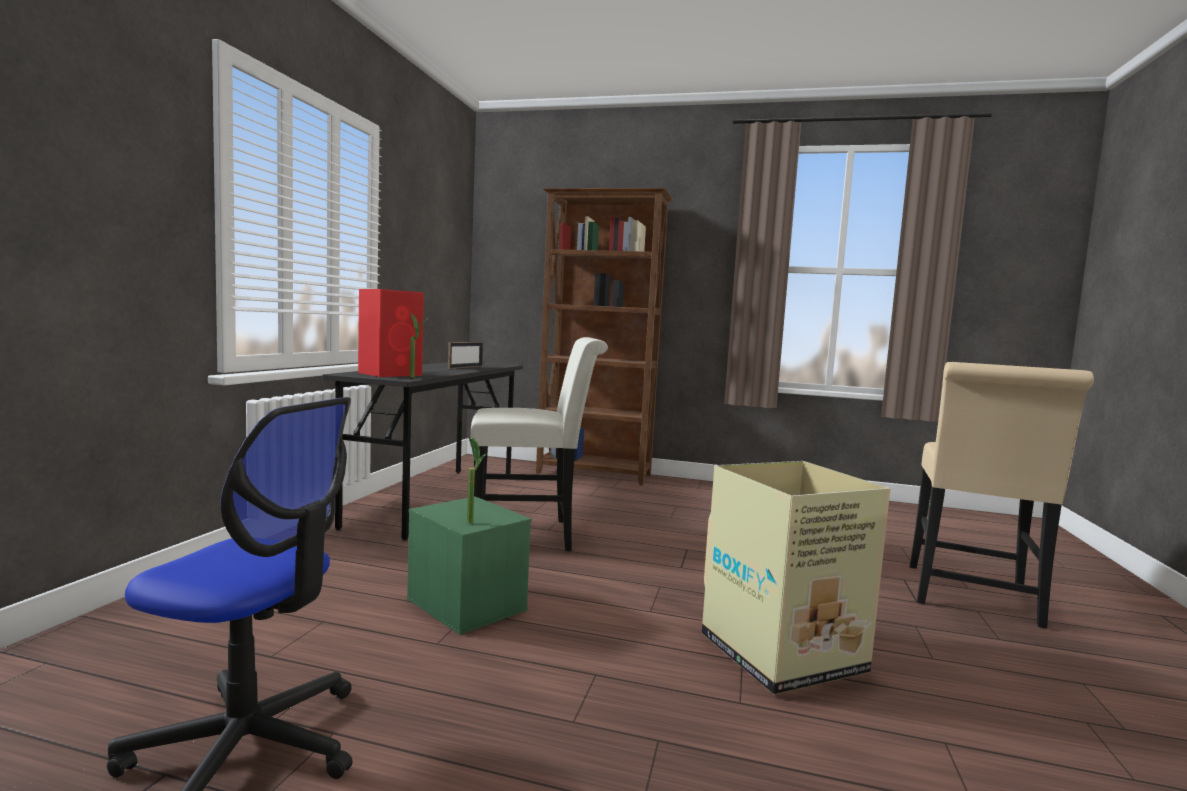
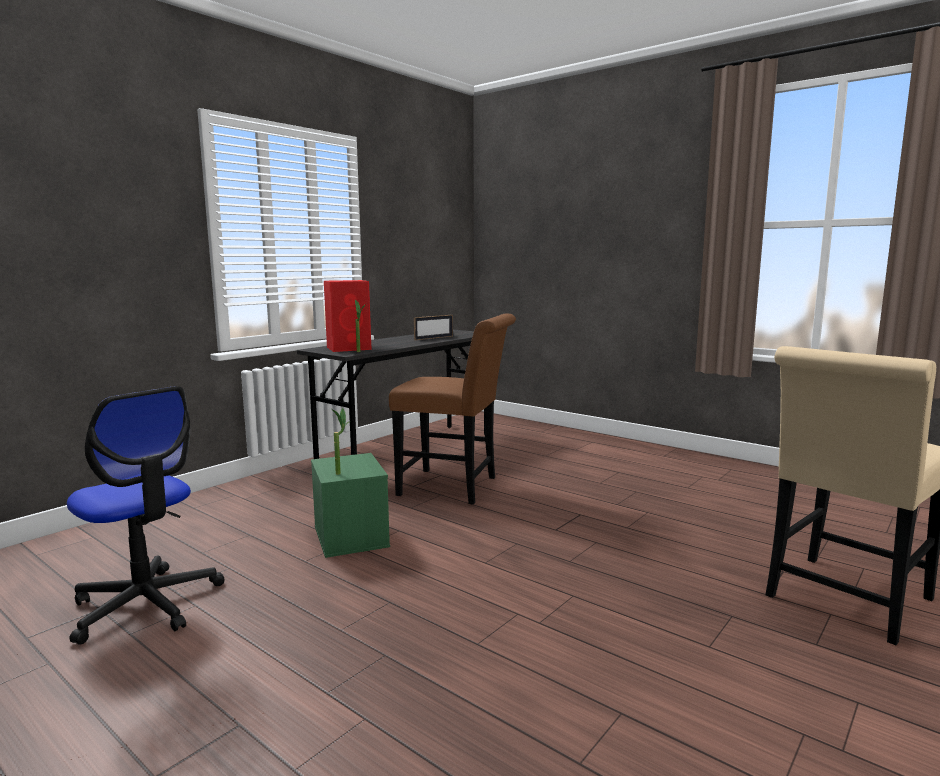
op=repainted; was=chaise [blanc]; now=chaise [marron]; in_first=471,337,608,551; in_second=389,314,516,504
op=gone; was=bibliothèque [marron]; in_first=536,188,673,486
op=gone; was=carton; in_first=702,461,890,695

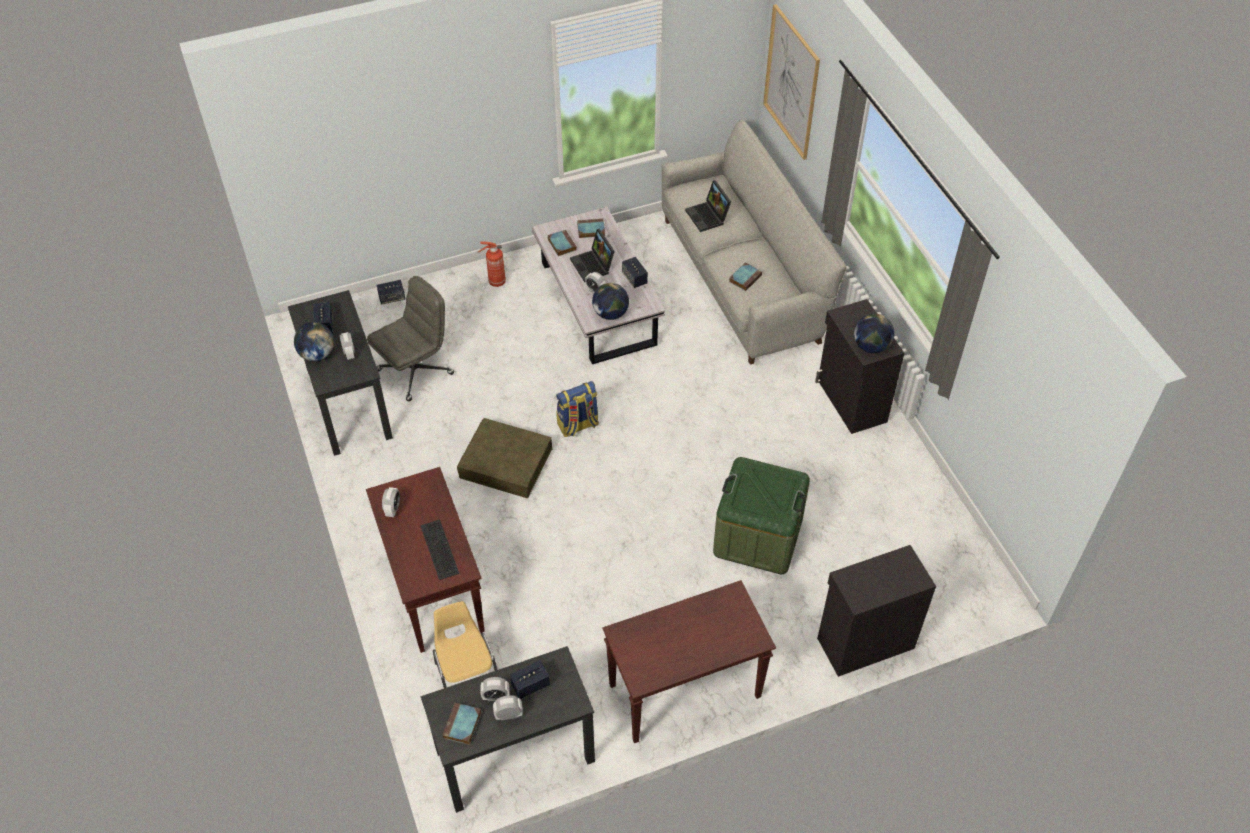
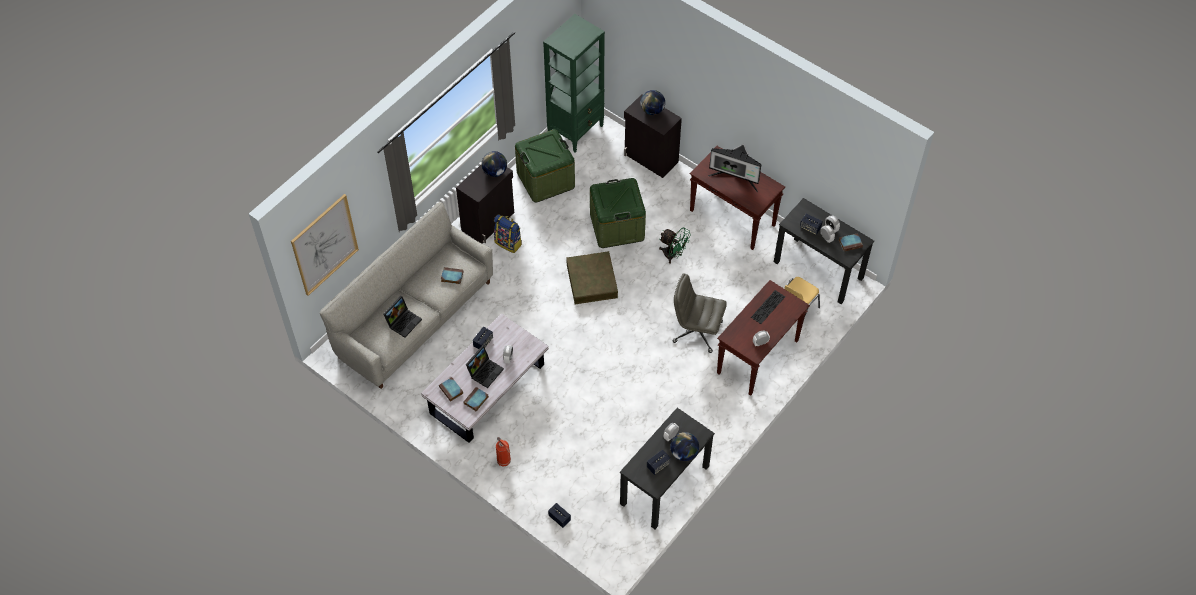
op=shifted; was=chaise de bureau [gris]; in_first=367,276,454,401; in_second=672,273,727,353
op=shifted; was=boîte de rangement [marron]; in_first=457,418,552,499; in_second=566,251,618,304
op=shifted; was=sac à dos; in_first=556,381,599,437; in_second=494,214,522,253
op=shifted; was=globe; in_first=592,283,629,320; in_second=640,90,665,115
op=new; now=boîte de rangement [vert]; in_second=515,129,575,203
op=new; now=bibliothèque [vert]; in_second=543,14,605,152
op=new; now=ventilateur [vert]; in_second=659,227,691,264
op=new; now=écran d'ordinateur; in_second=708,143,761,192

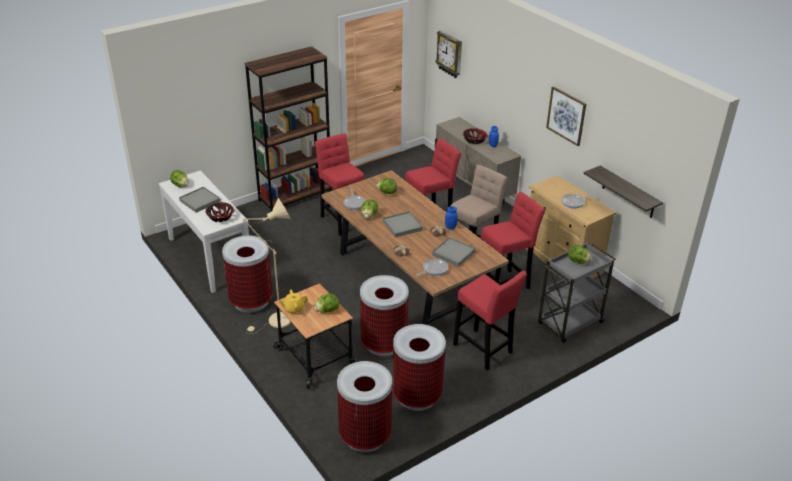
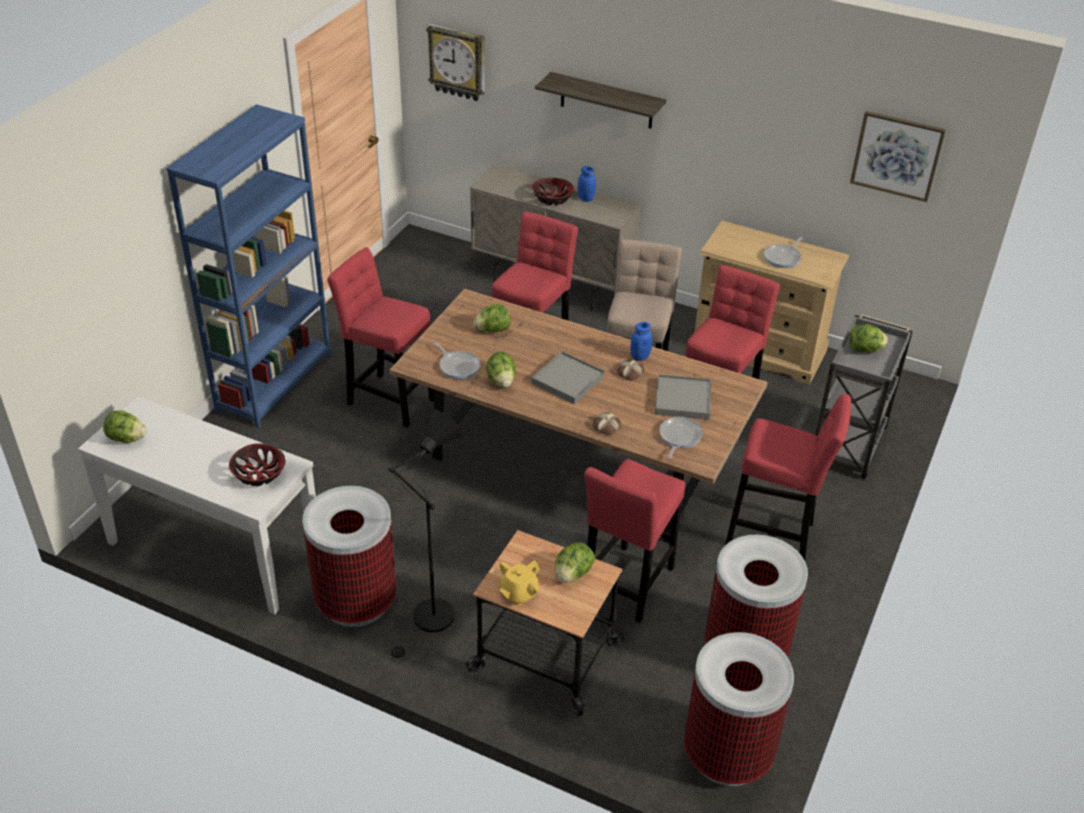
op=gone; was=plateau [gris]; in_first=179,187,221,213
op=repainted; was=lampadaire [beige]; now=lampadaire [noir]; in_first=242,198,291,334; in_second=389,408,464,663
op=repainted; was=bibliothèque [marron]; now=bibliothèque [bleu]; in_first=245,46,332,212; in_second=166,104,331,428
op=swapped; was=poubelle; now=tabouret [rouge]; in_first=360,275,409,357; in_second=584,459,685,623
op=shifted; was=tableau; in_first=546,86,586,146; in_second=850,111,946,202
op=shifted; was=étagère; in_first=583,165,663,218; in_second=535,72,667,129

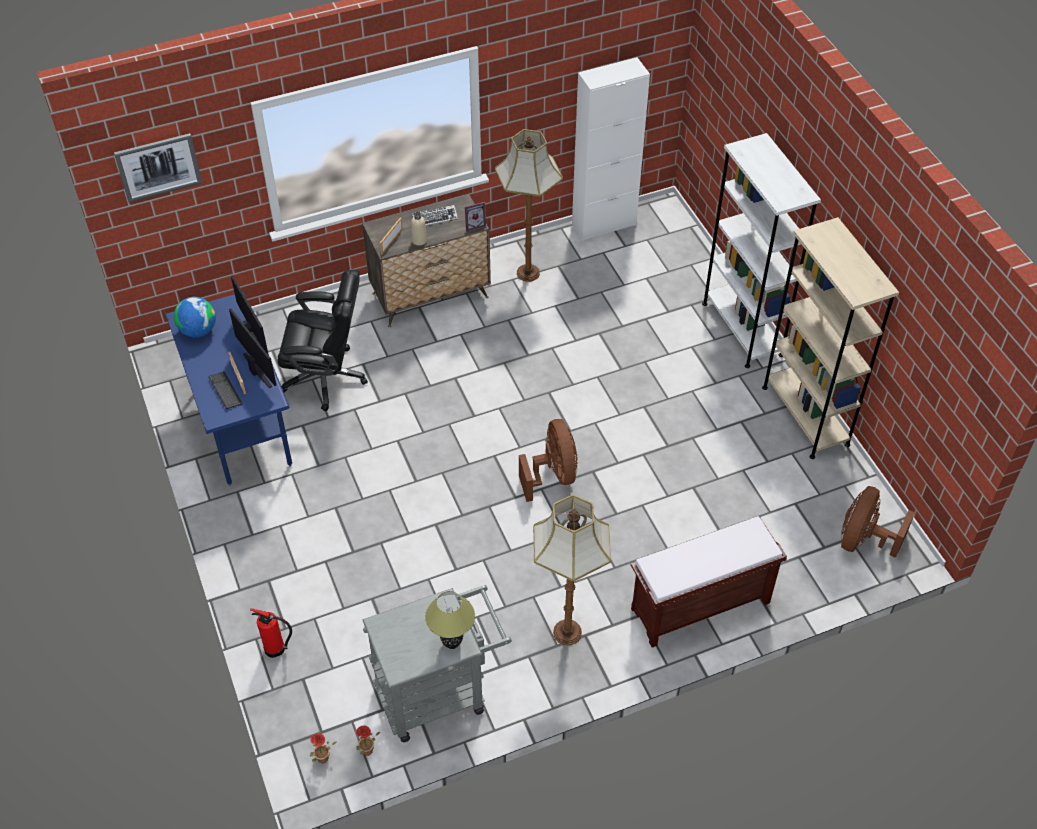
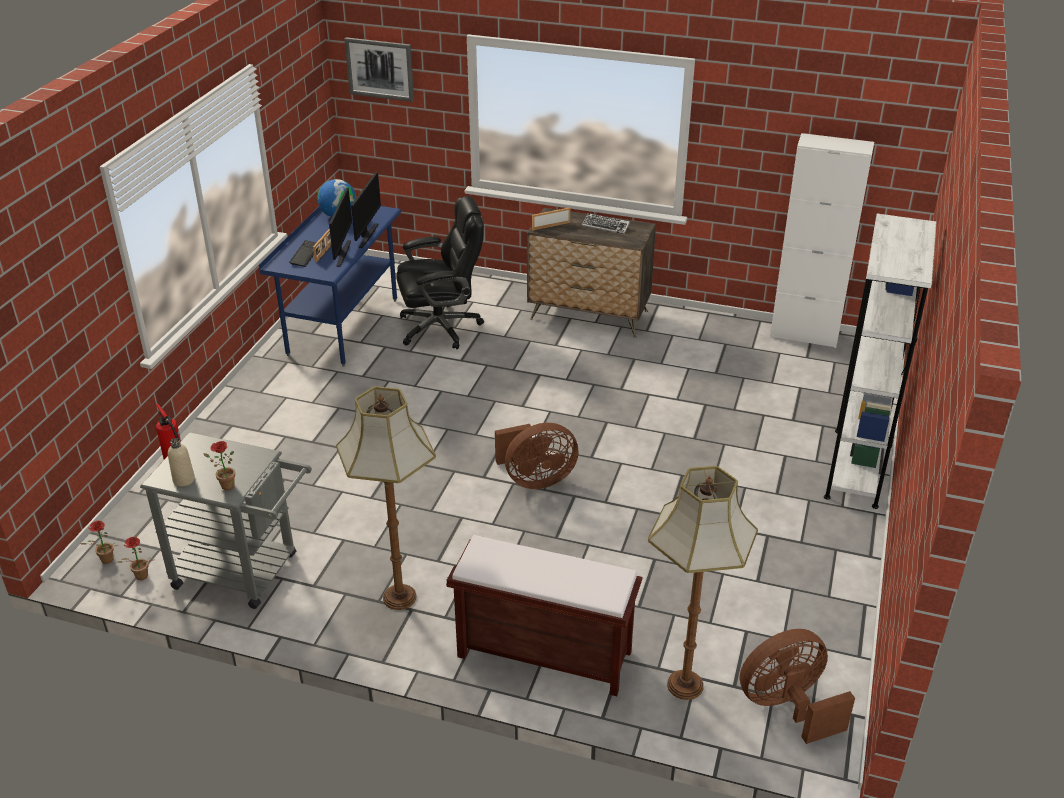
op=rotated; was=chaise de bureau [noir]; in_first=278,270,368,411; in_second=397,196,484,349; clockwise=-60
op=shifted; was=bouteille [beige]; in_first=411,212,427,246; in_second=168,438,195,487
op=swapped; was=lampe de table; now=plante en pot; in_first=425,591,475,649; in_second=203,441,235,490
op=gone; was=cadre photo; in_first=465,202,486,232
op=shifted; was=lampadaire; in_first=495,129,563,282; in_second=648,466,758,700
op=rotated; was=ventilateur [marron]; in_first=519,419,578,502; in_second=495,423,579,489; clockwise=45
op=gone; was=bibliothèque [beige]; in_first=762,217,899,459

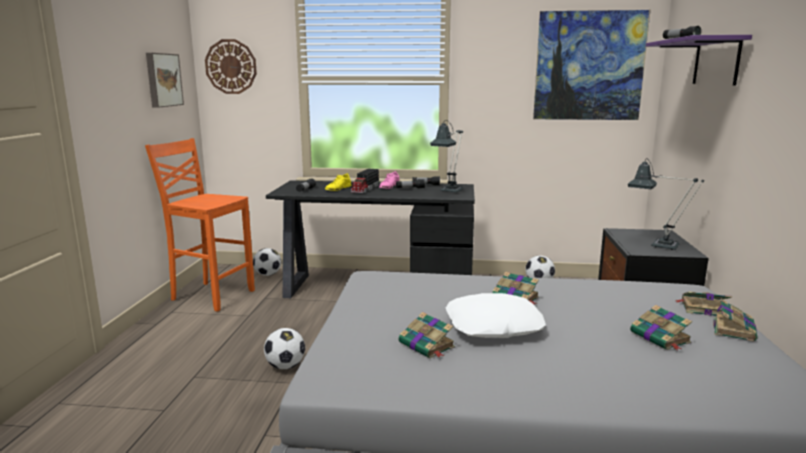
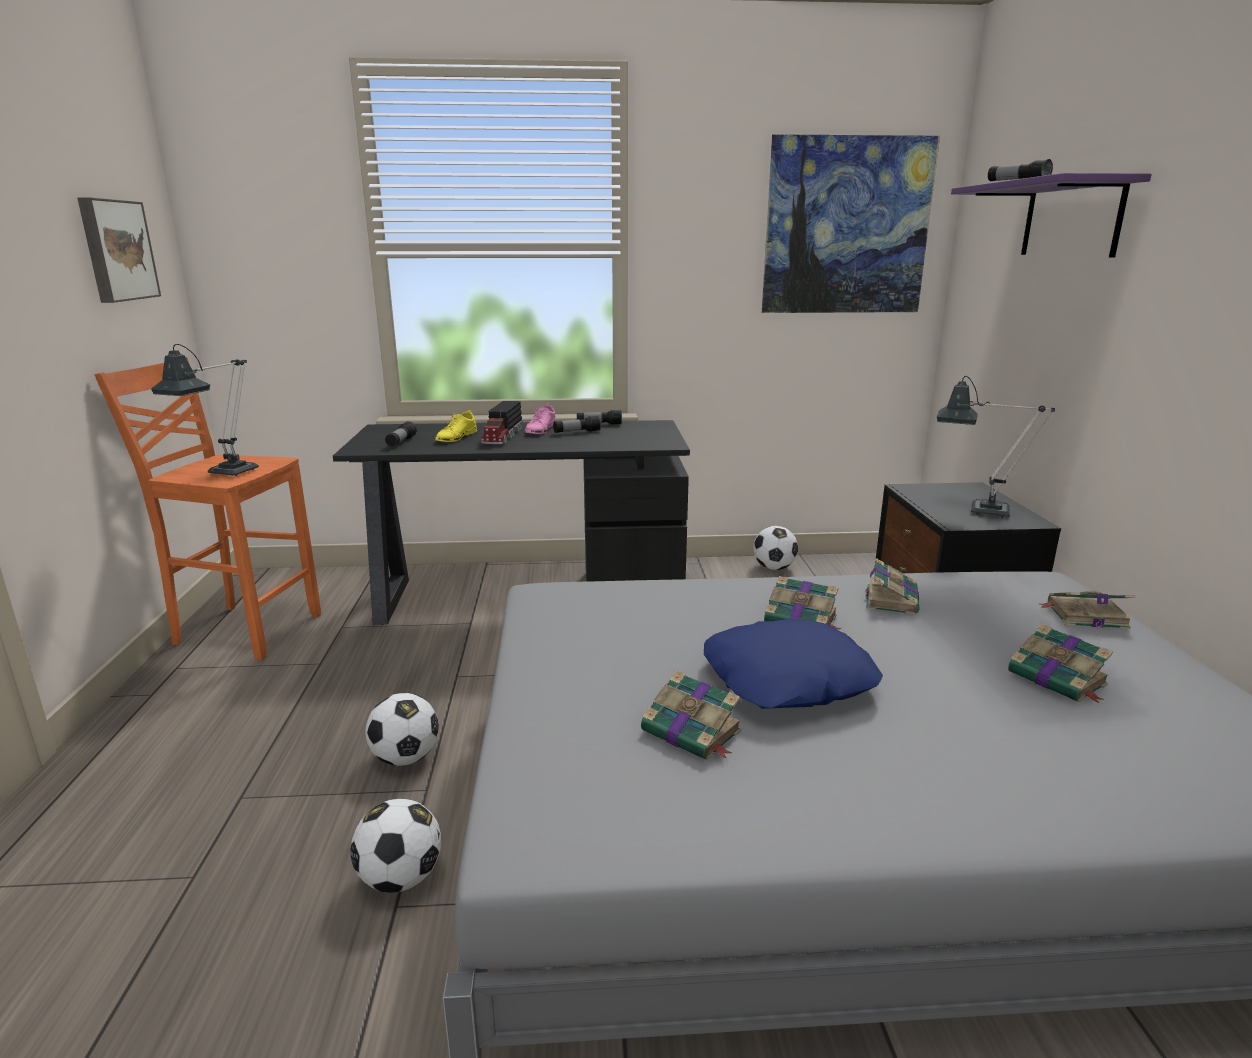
op=gone; was=horloge murale; in_first=205,39,257,94
op=shifted; was=ballon de foot; in_first=253,248,281,276; in_second=350,799,442,893
op=shifted; was=lampe de table; in_first=430,120,464,193; in_second=151,344,259,476
op=repainted; was=coussin [blanc]; now=coussin [bleu]; in_first=446,293,546,338; in_second=704,618,883,709
op=shifted; was=livre; in_first=713,299,758,342; in_second=865,558,920,615

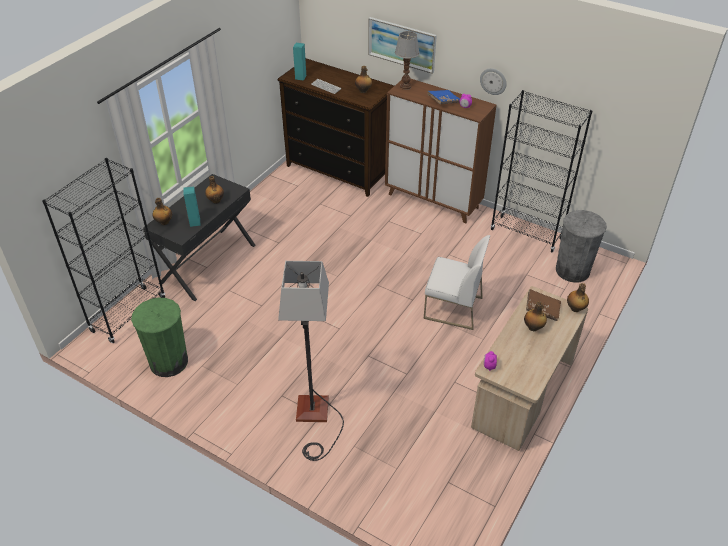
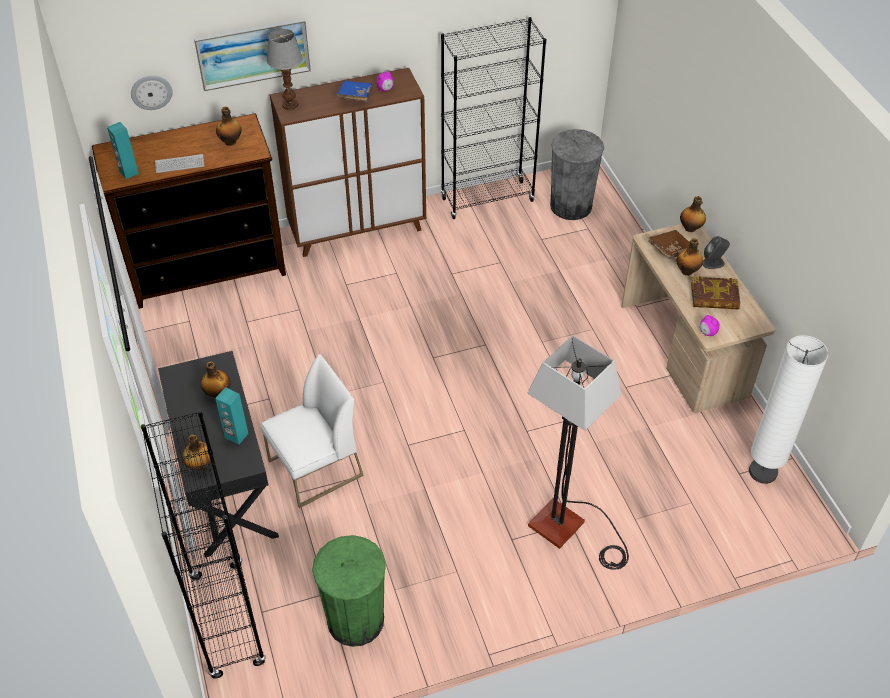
op=shifted; was=chaise [blanc]; in_first=424,235,490,330; in_second=261,354,364,508
op=shifted; was=horloge murale; in_first=480,68,506,95; in_second=131,76,173,110
op=new; now=livre; in_second=691,276,740,309
op=new; now=enceinte [gris]; in_second=702,236,730,269
op=new; now=lampadaire [blanc]; in_second=749,335,829,484

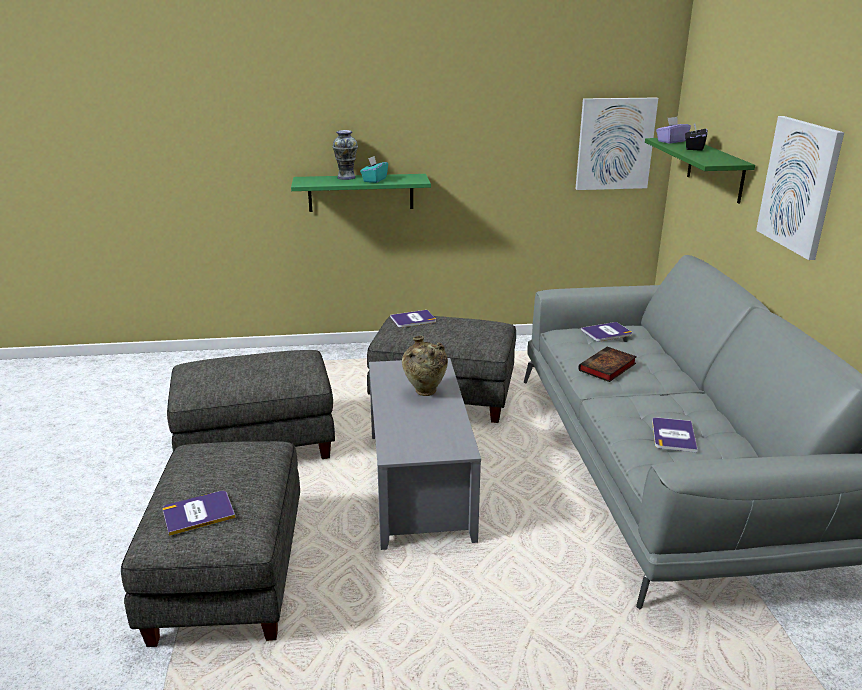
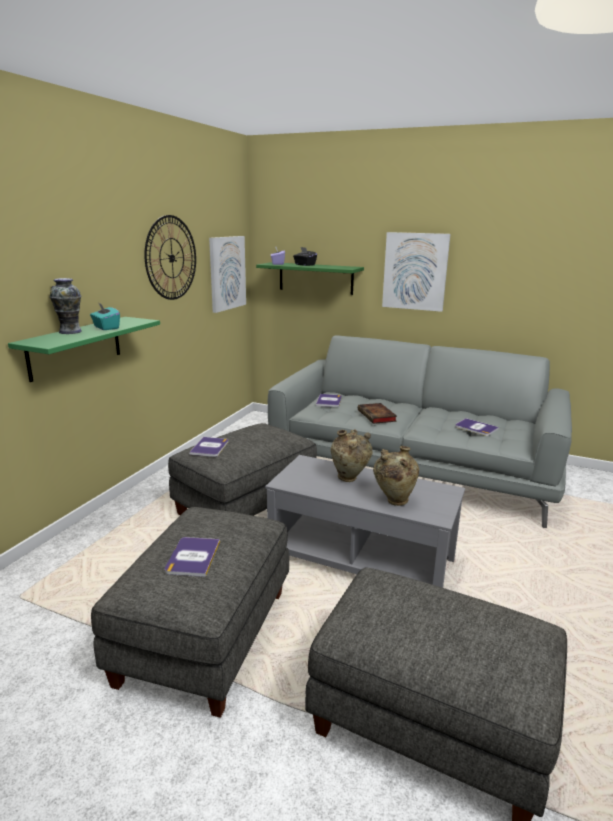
op=shifted; was=livre; in_first=163,491,235,536; in_second=165,537,220,577
op=new; now=horloge murale; in_second=144,215,196,300
op=new; now=vase [beige]; in_second=373,446,419,506

